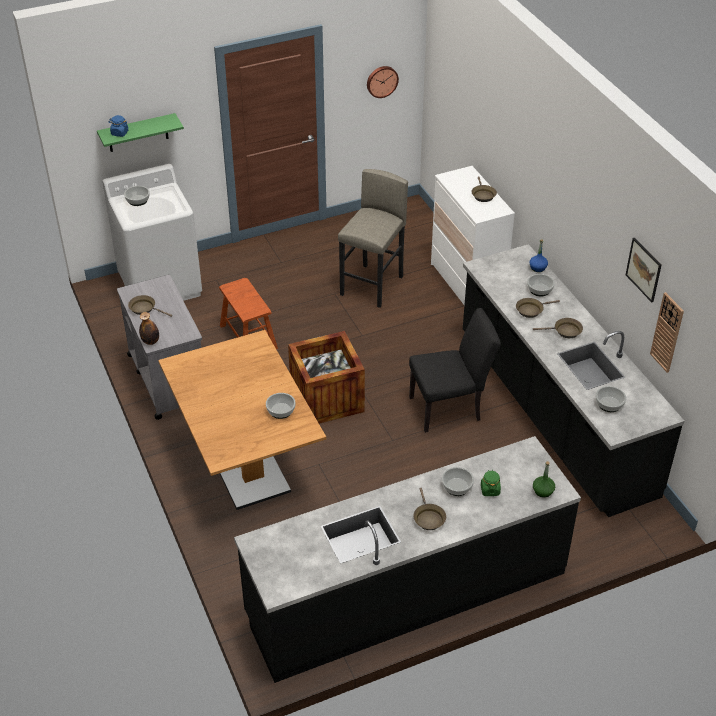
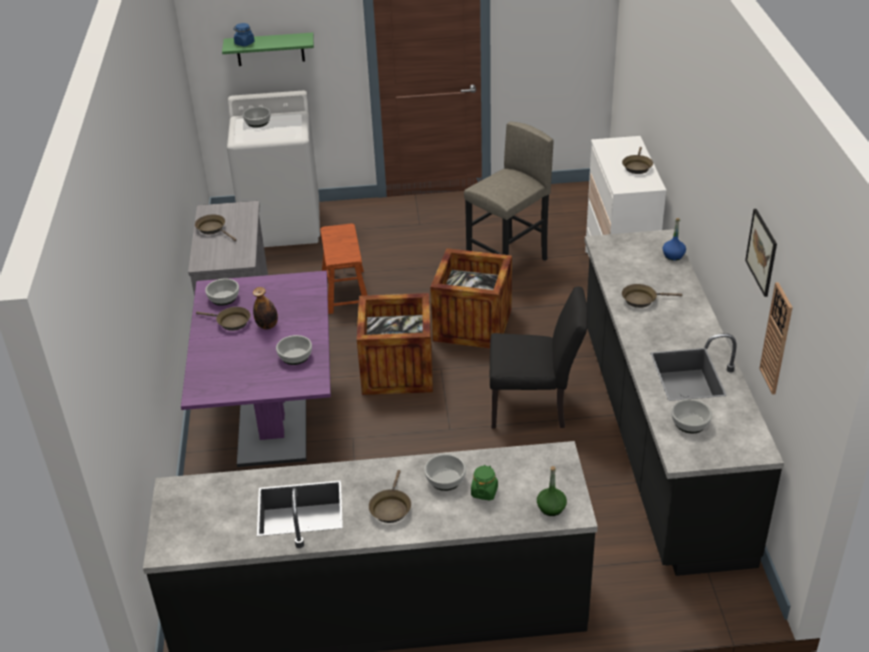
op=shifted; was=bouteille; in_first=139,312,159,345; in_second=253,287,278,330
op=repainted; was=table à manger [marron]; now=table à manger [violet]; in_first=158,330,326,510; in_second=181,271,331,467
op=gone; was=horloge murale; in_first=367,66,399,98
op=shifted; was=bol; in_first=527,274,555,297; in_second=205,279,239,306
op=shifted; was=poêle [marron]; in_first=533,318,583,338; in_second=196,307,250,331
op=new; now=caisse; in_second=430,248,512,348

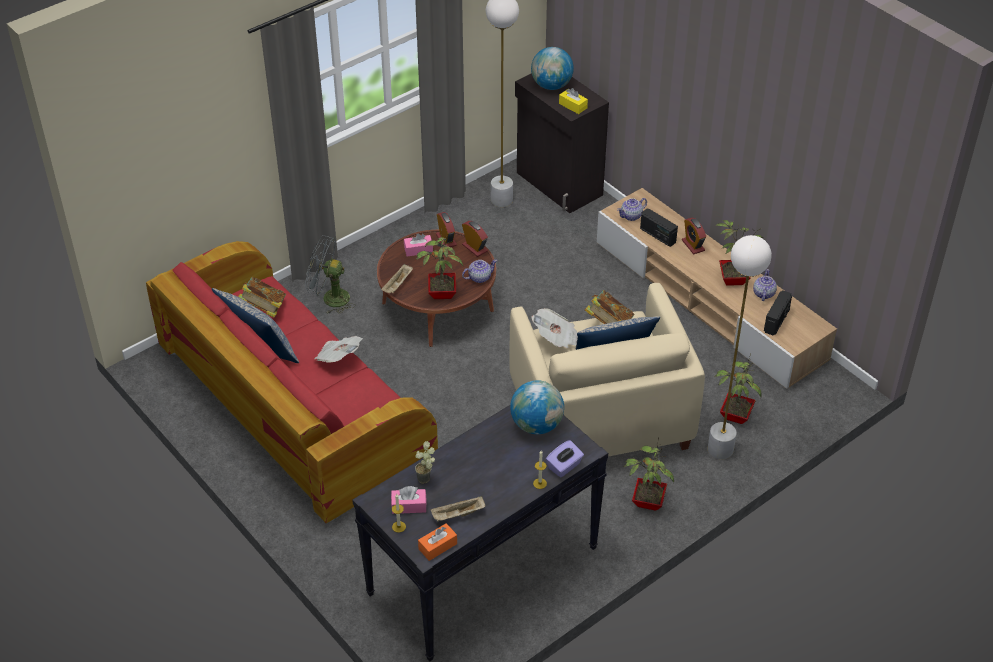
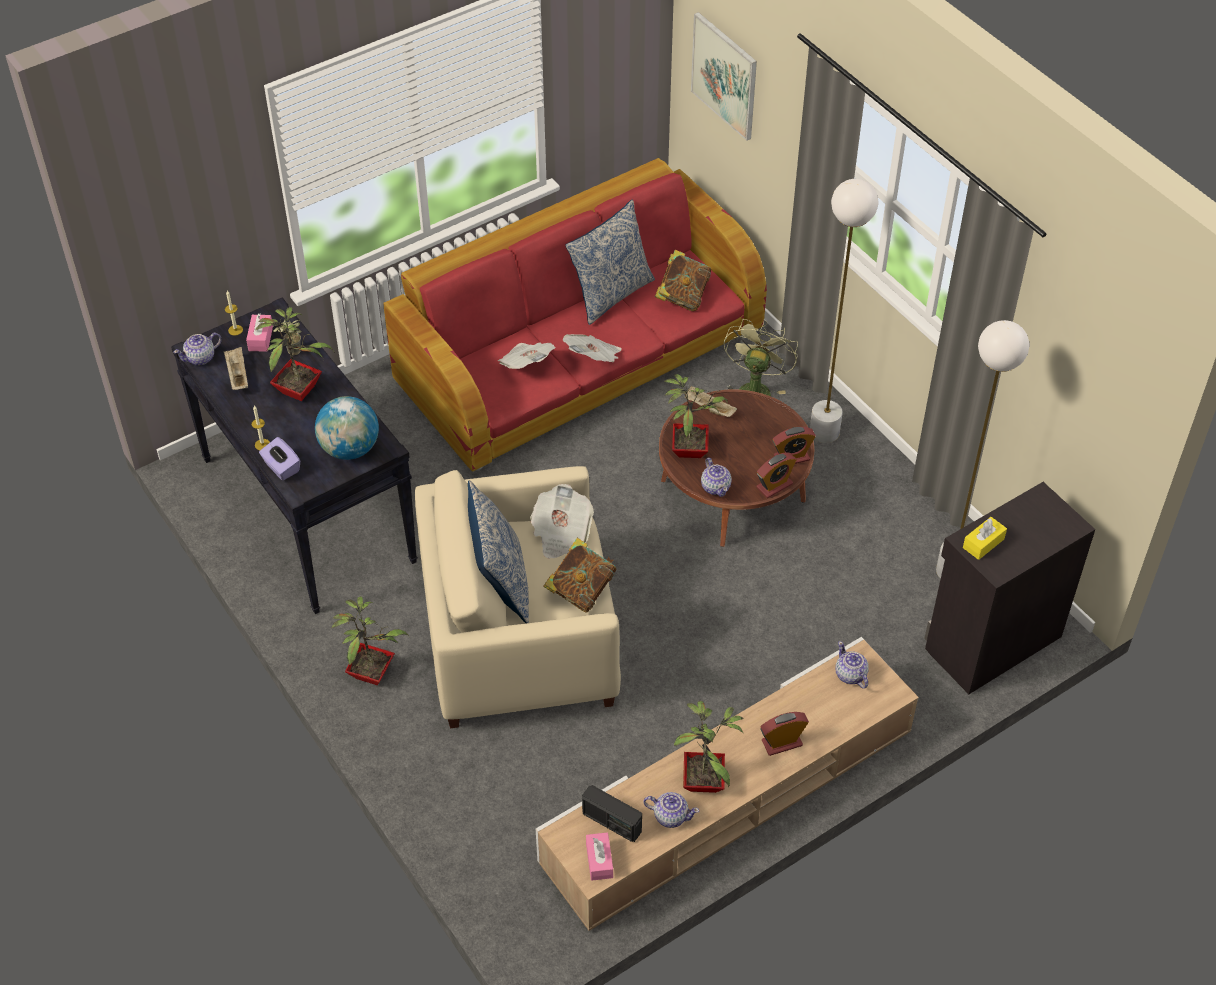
op=repainted; was=ventilateur [gris]; now=ventilateur [vert]; in_first=305,235,356,314; in_second=724,319,798,396
op=shifted; was=boîte à mouchoirs [rose]; in_first=404,233,433,257; in_second=586,832,613,881
op=swapped; was=boîte à mouchoirs [orange]; now=théière; in_first=418,523,457,561; in_second=173,332,222,365
op=gone; was=globe; in_first=531,47,574,90
op=gone; was=radio; in_first=640,208,678,247
op=shifted; was=lampadaire [blanc]; in_first=708,235,772,459; in_second=810,179,878,443
op=shifted; was=plante en pot; in_first=714,353,762,424; in_second=255,307,335,401
op=new; now=journal; in_second=498,342,556,369
op=new; now=tableau; in_second=691,12,757,141

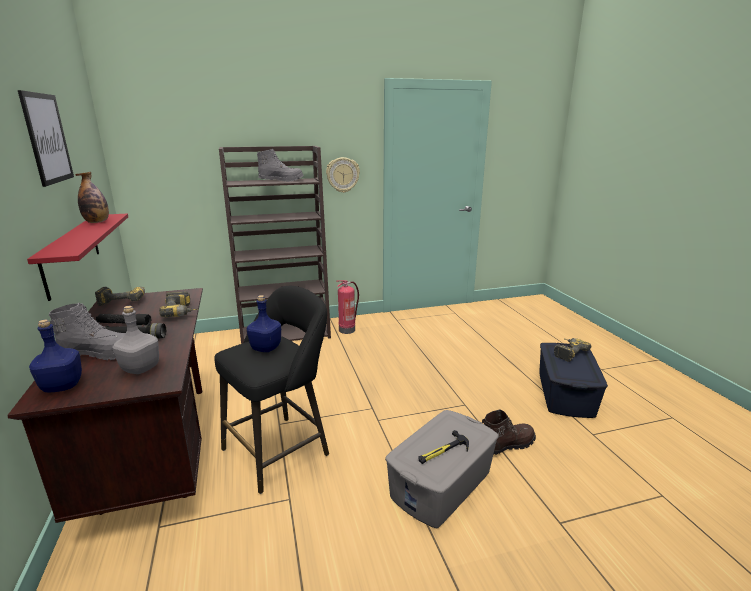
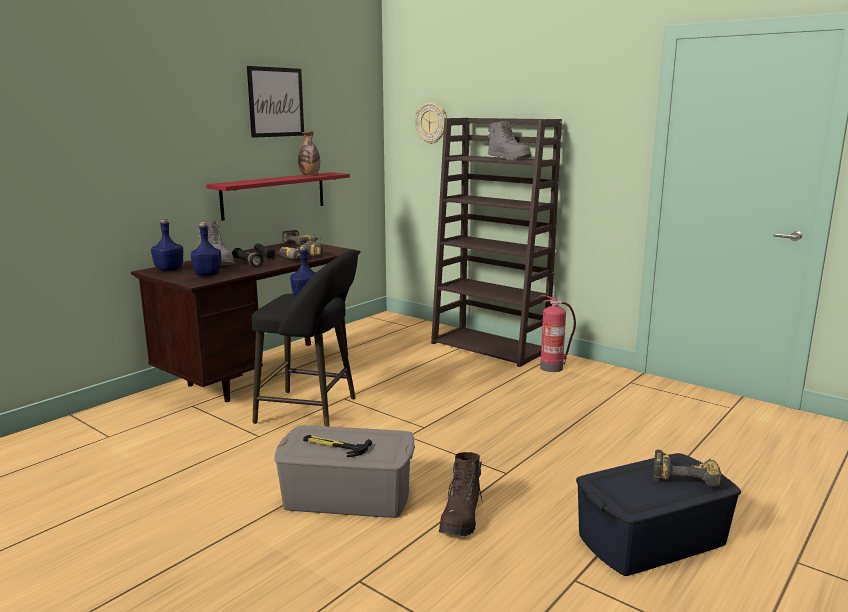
op=repainted; was=bouteille [gris]; now=bouteille [bleu]; in_first=112,306,159,374; in_second=191,222,221,276
op=shifted; was=horloge murale; in_first=326,157,360,193; in_second=415,103,447,144
op=rotated; was=botte [marron]; in_first=482,409,536,455; in_second=439,452,483,536; clockwise=75

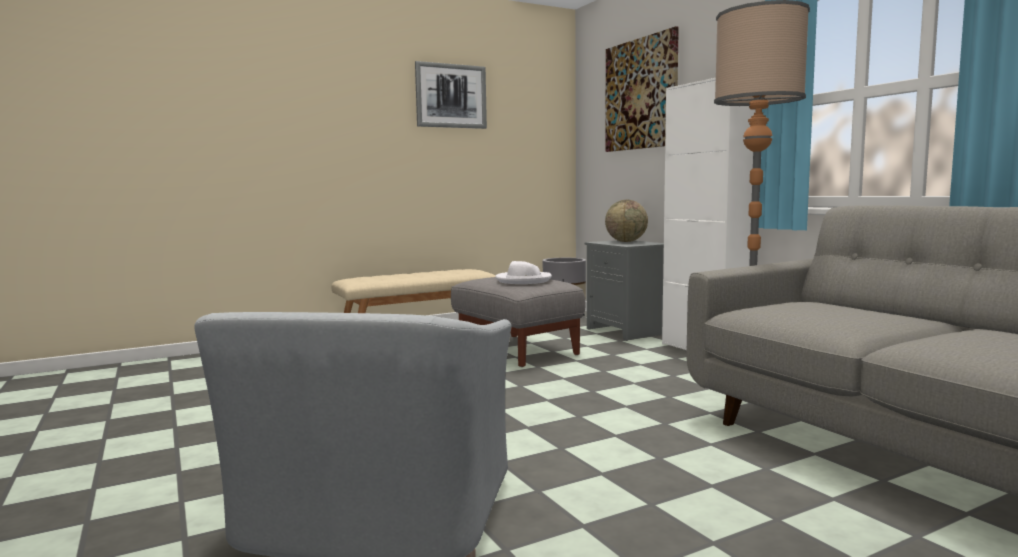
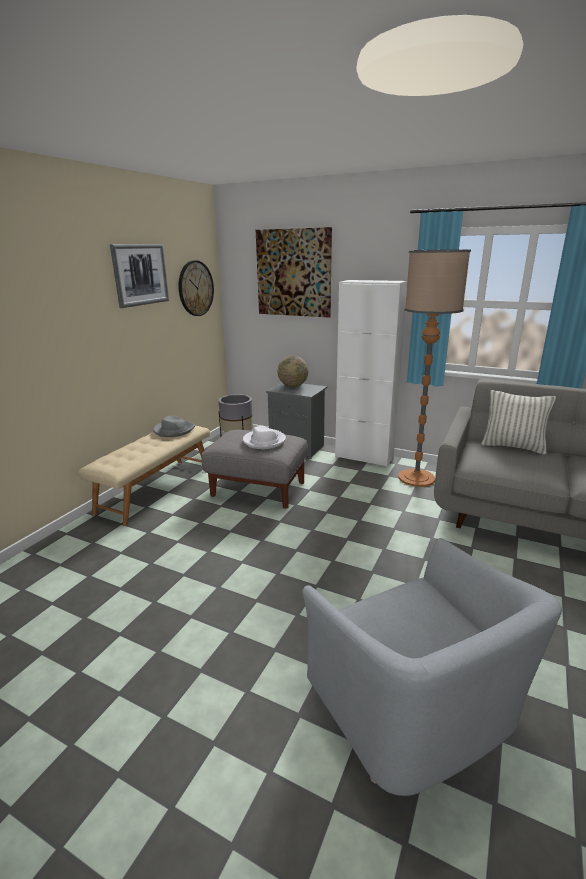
op=new; now=chapeau [gris]; in_second=153,416,195,437
op=new; now=horloge murale; in_second=178,260,214,316
op=new; now=coussin; in_second=481,390,556,455

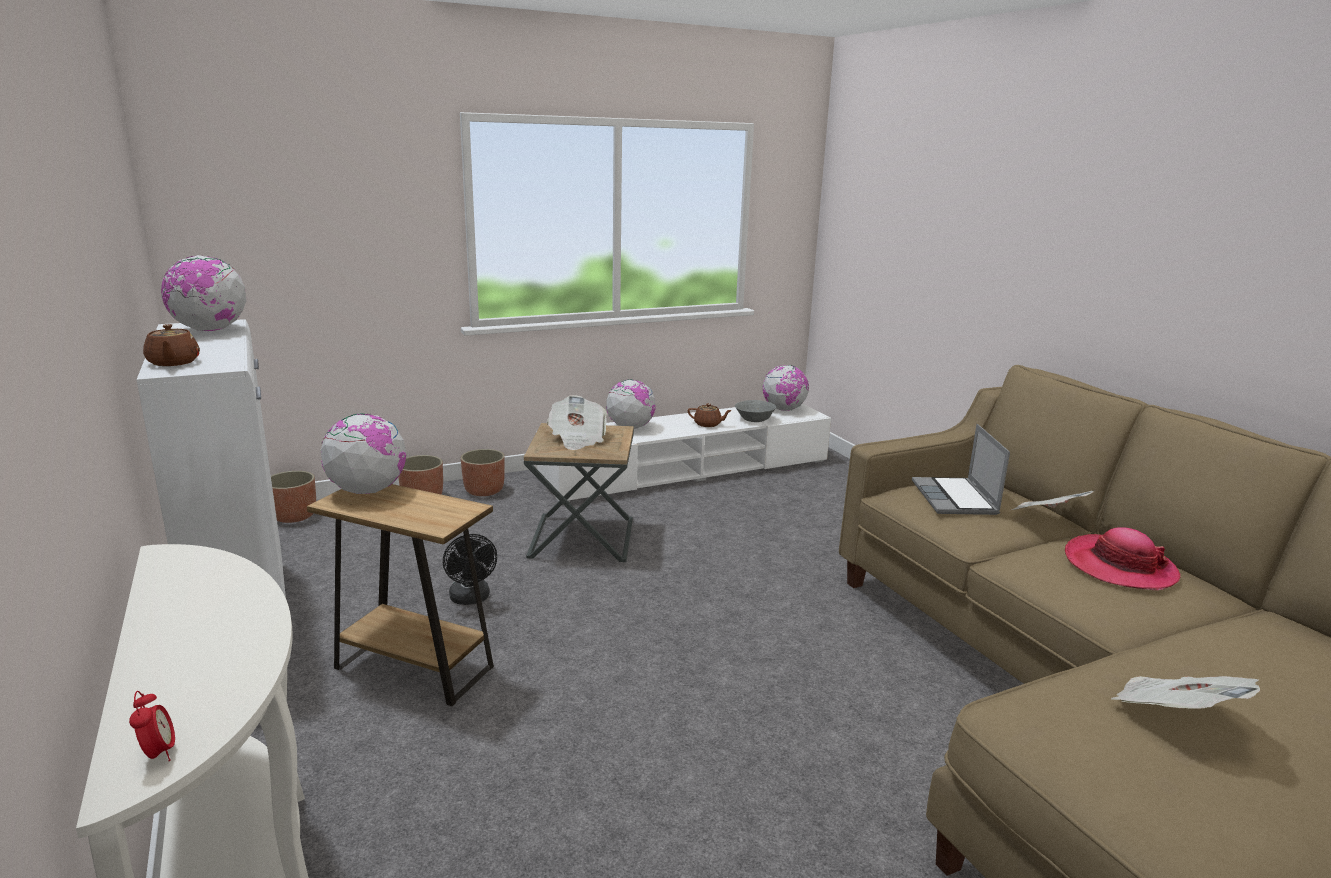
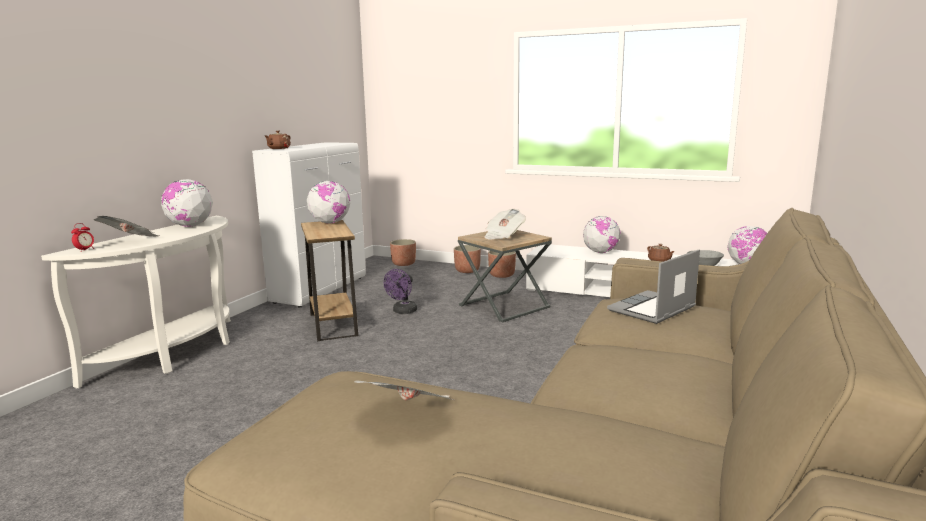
op=shifted; was=globe; in_first=161,255,246,331; in_second=161,179,213,227
op=repainted; was=ventilateur [noir]; now=ventilateur [violet]; in_first=443,534,497,605; in_second=384,269,417,314
op=shifted; was=journal; in_first=1011,490,1095,510; in_second=94,216,159,237
op=gone; was=chapeau; in_first=1065,527,1181,590

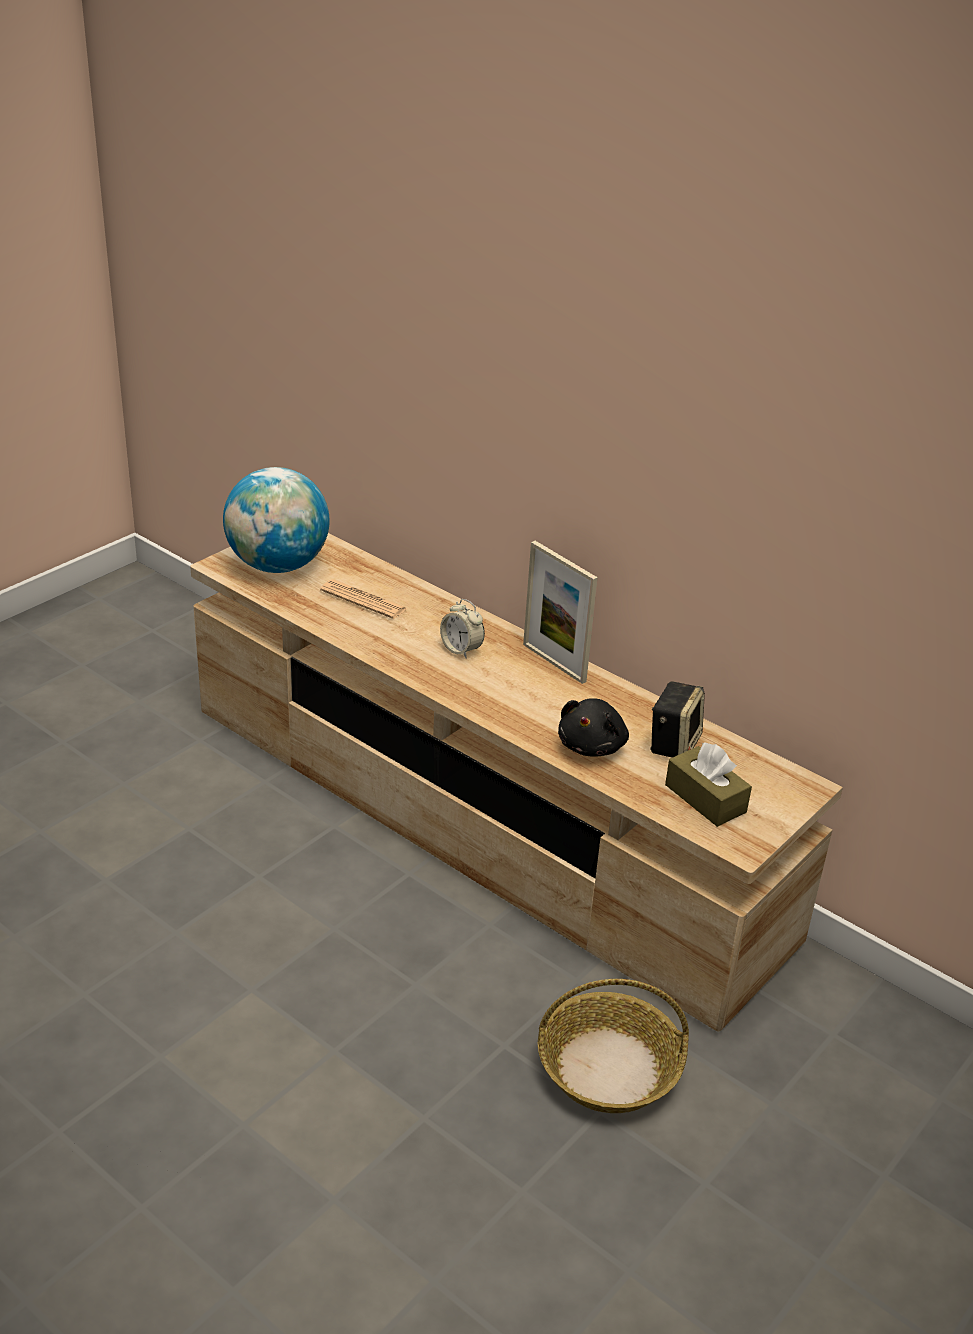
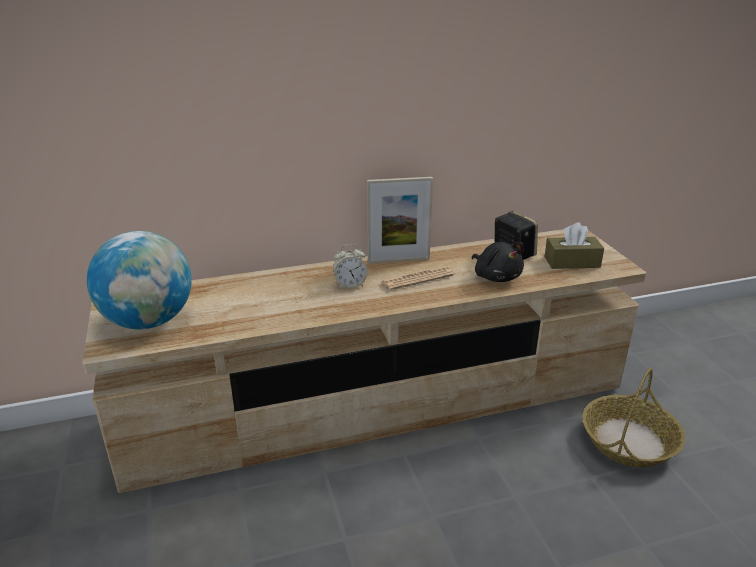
op=shifted; was=journal; in_first=320,579,408,619; in_second=381,266,454,290

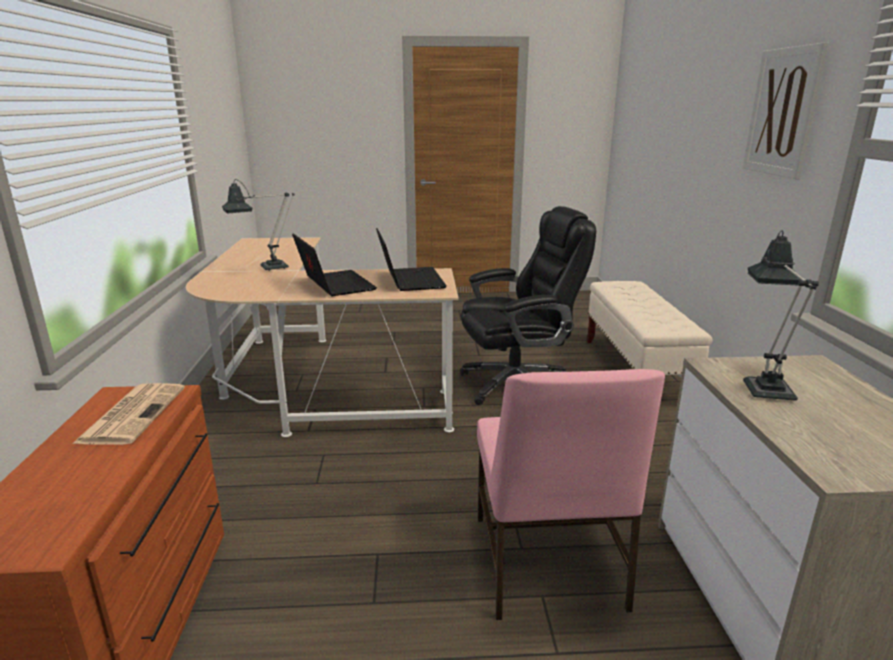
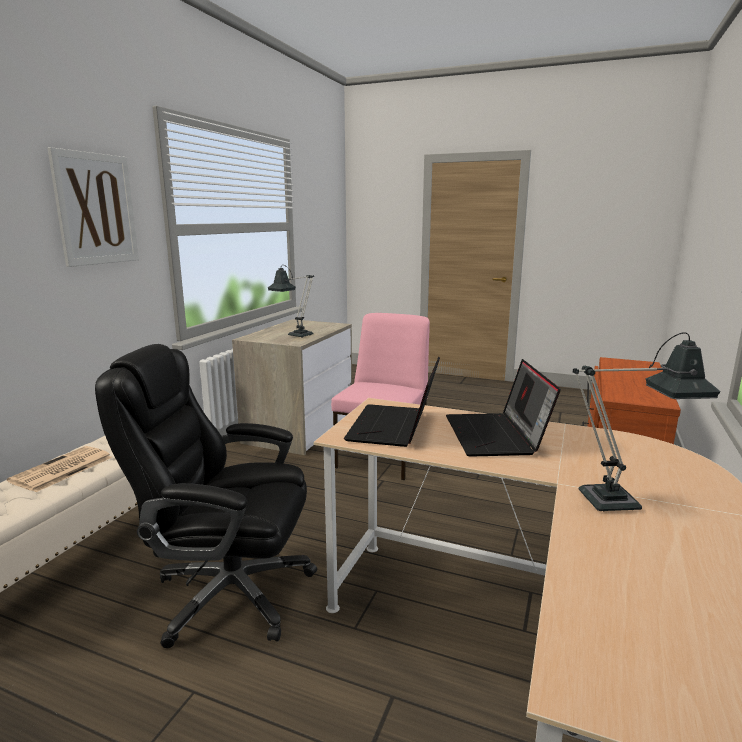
op=shifted; was=journal; in_first=72,383,185,445; in_second=7,446,112,492

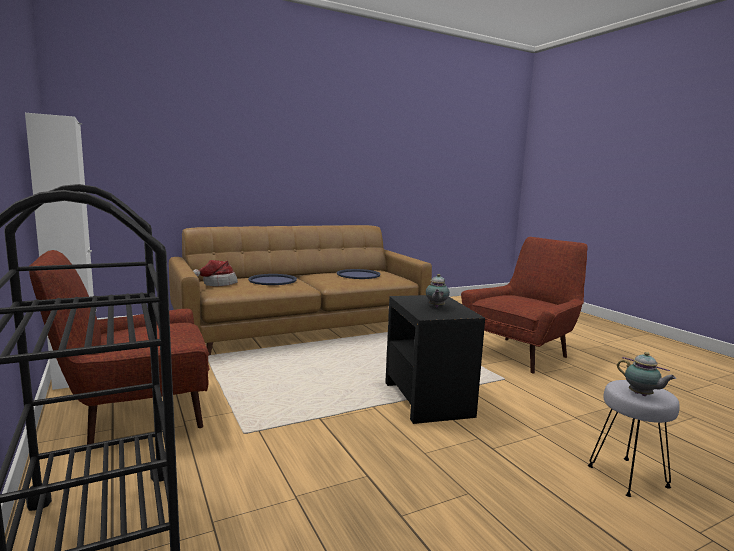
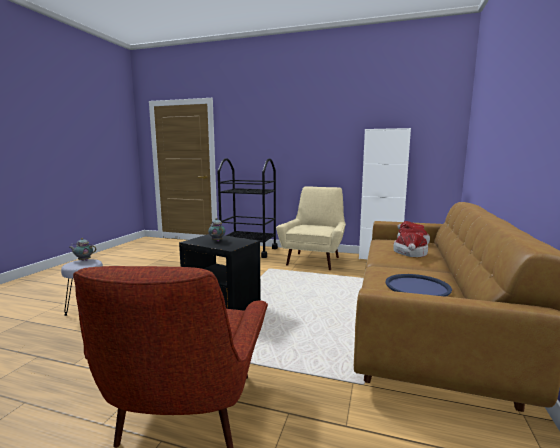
op=repainted; was=fauteuil [rouge]; now=fauteuil [beige]; in_first=29,250,210,444; in_second=276,186,346,270
op=swapped; was=plateau [bleu]; now=chapeau; in_first=248,274,297,285; in_second=393,232,428,257

